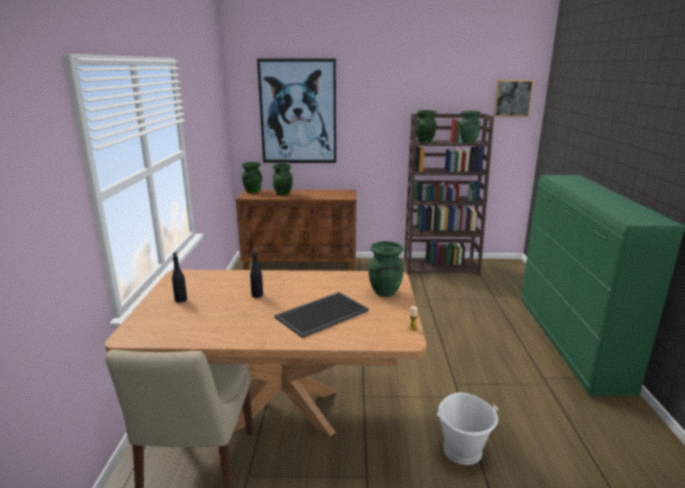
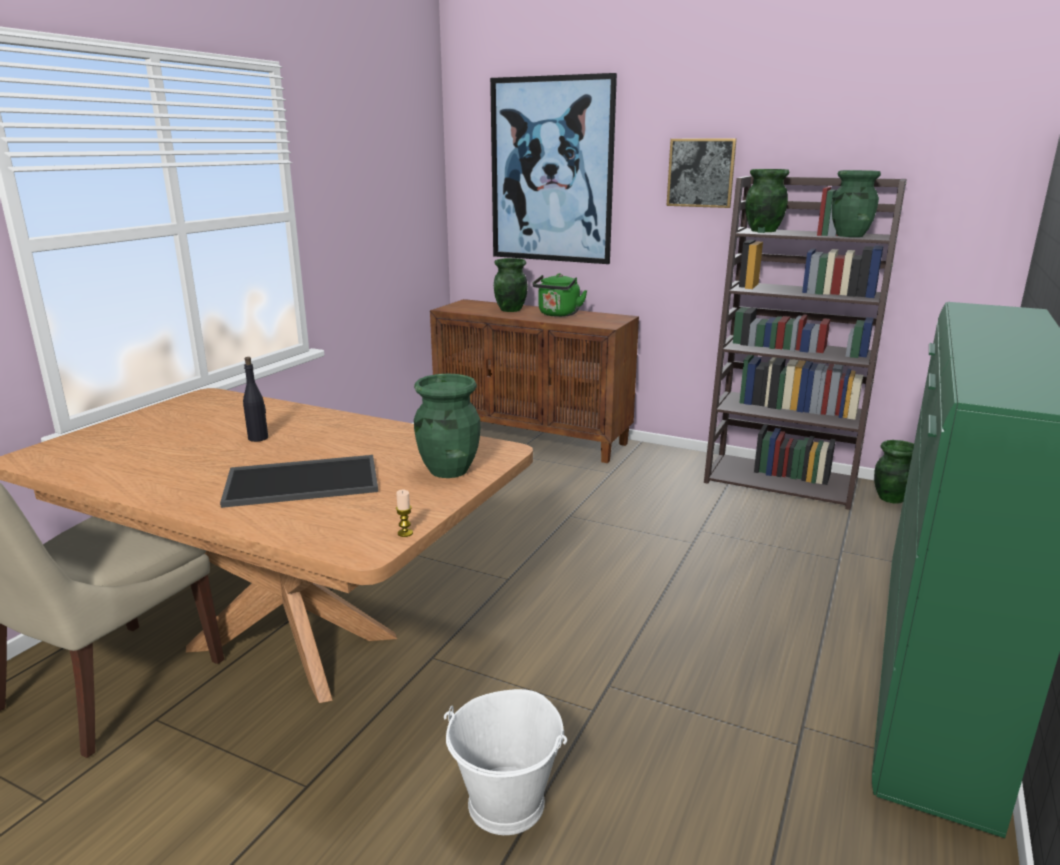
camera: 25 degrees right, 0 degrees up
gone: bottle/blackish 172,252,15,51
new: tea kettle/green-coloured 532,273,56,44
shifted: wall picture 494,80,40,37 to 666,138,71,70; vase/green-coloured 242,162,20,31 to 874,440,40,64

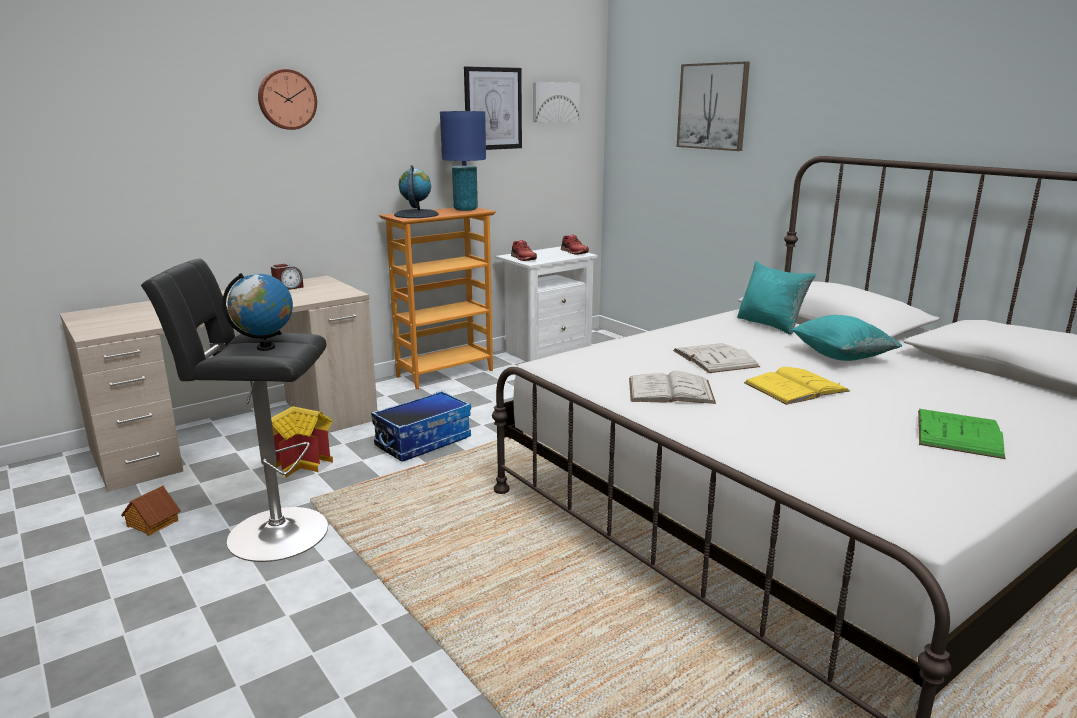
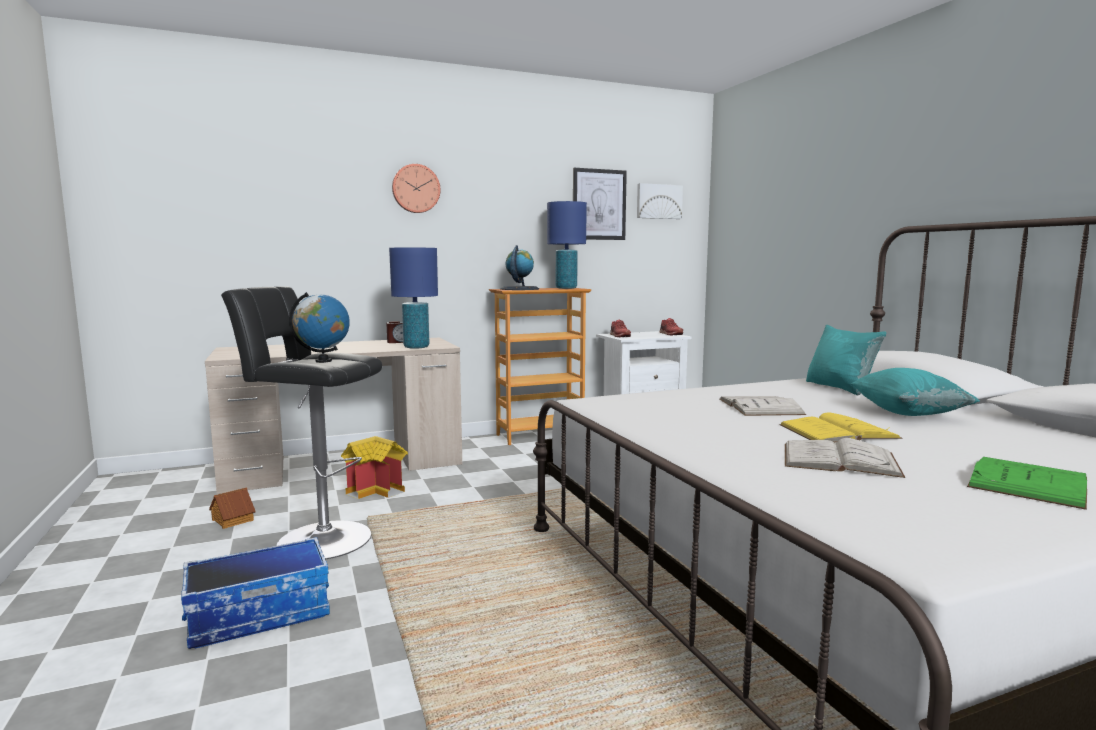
camera: 15 degrees right, 10 degrees down
gone: wall picture 676,61,74,90
new: tabletop lamp/blue 389,247,49,102
shifted: book/white-coloured 629,371,87,33 to 785,438,120,40; storage bin 371,391,100,70 to 181,537,149,112

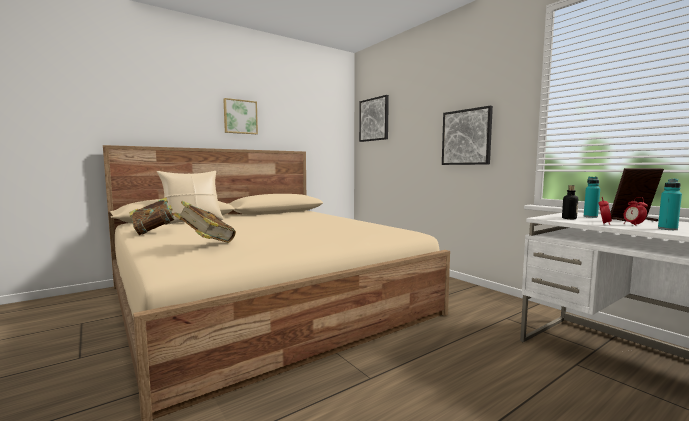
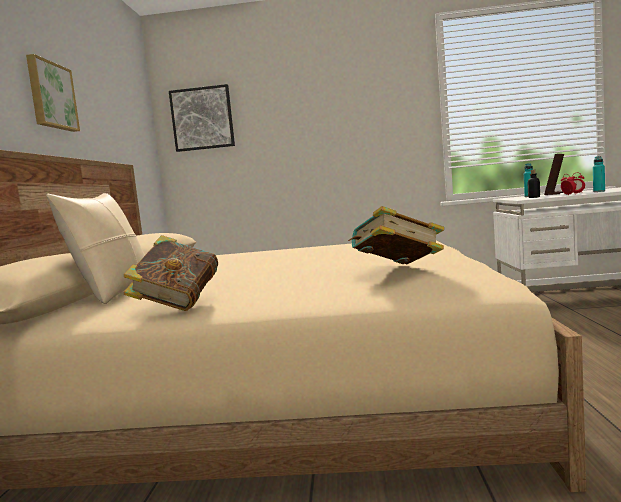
camera: 50 degrees left, 0 degrees up
gone: wall picture 442,106,51,59

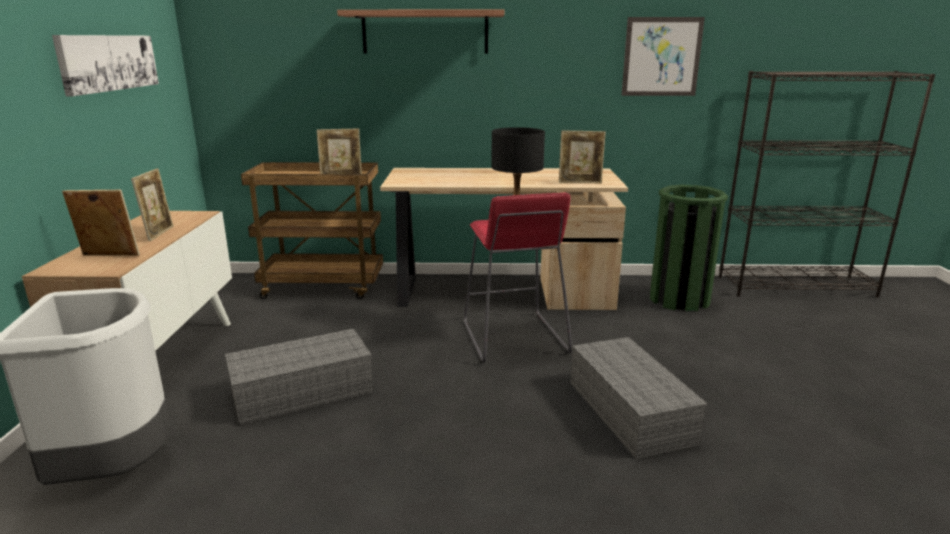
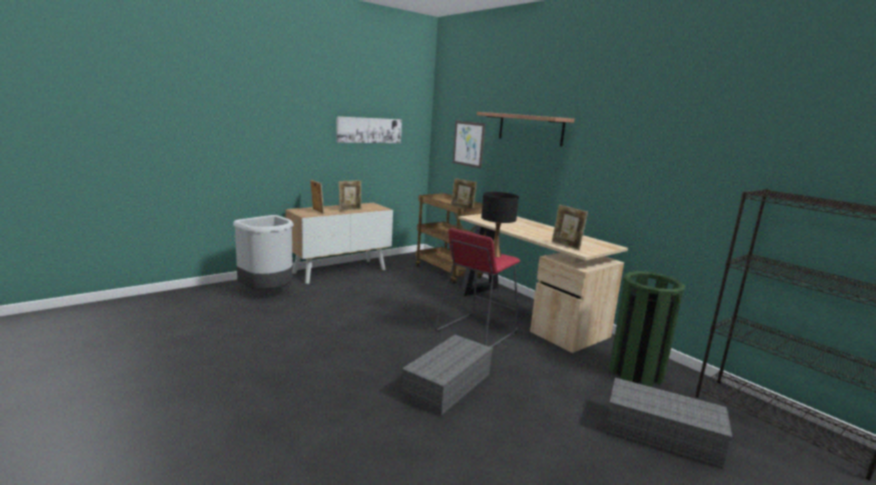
camera: 50 degrees right, 5 degrees down
shifted: wall picture 621,17,84,79 to 453,121,33,48; storage bin/grey 225,328,148,97 to 605,377,127,92

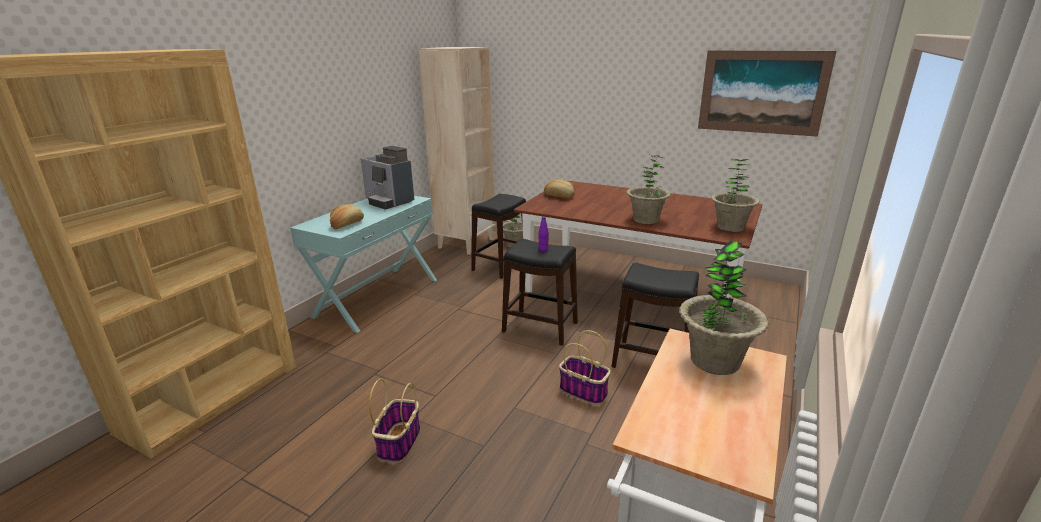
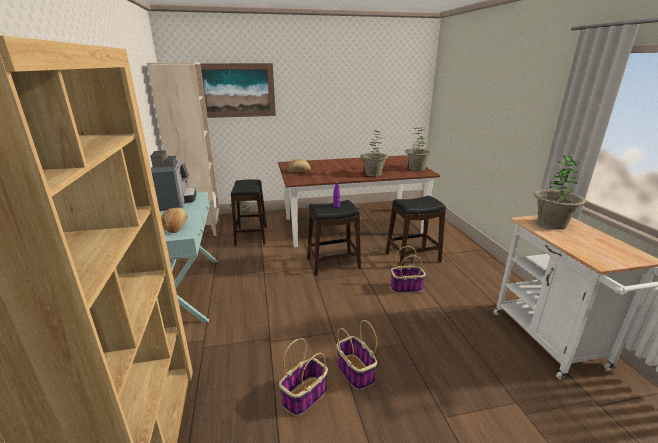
camera: 40 degrees left, 0 degrees up
new: basket 279,338,49,78
shifted: wall picture 698,50,138,87 to 200,63,76,55
rotated: coffee brewer 361,146,53,64 = 150,151,47,60 105 degrees counterclockwise

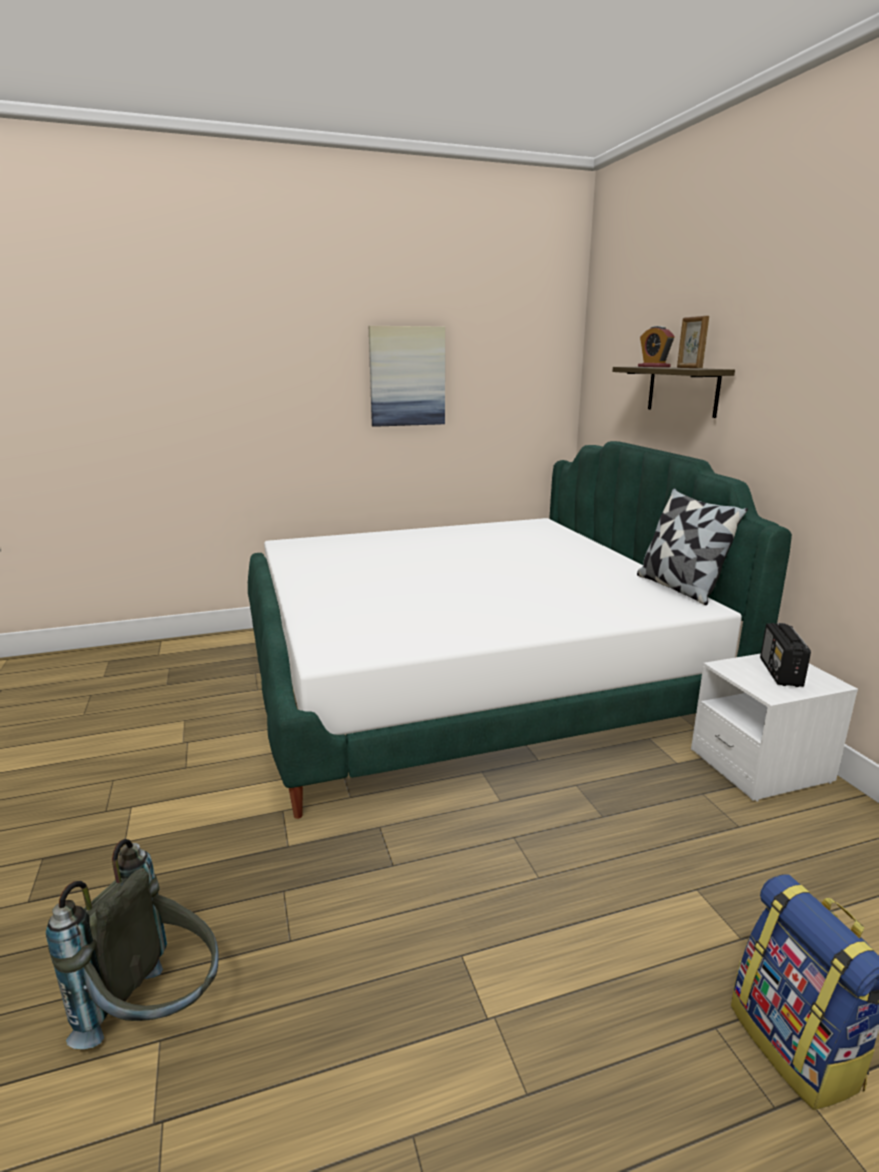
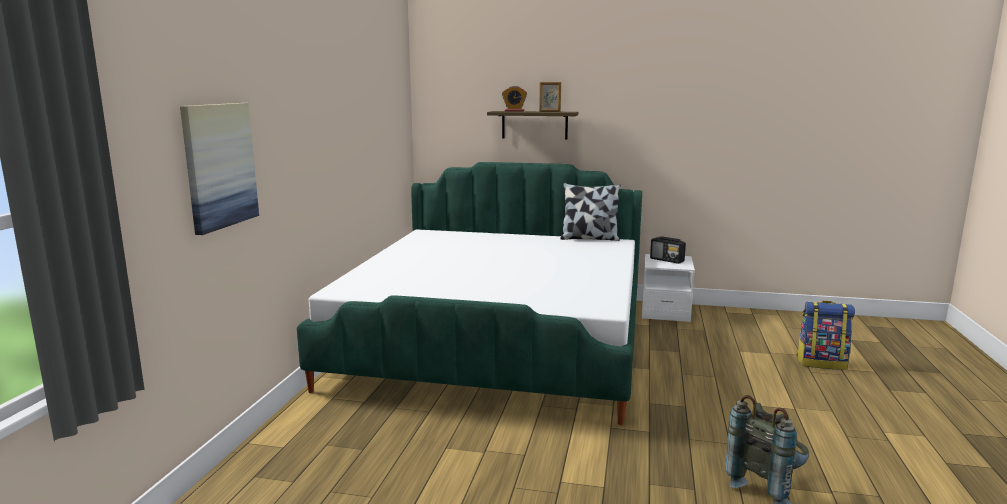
camera: 60 degrees left, 5 degrees down
shifted: wall picture 369,326,76,101 to 180,103,79,132

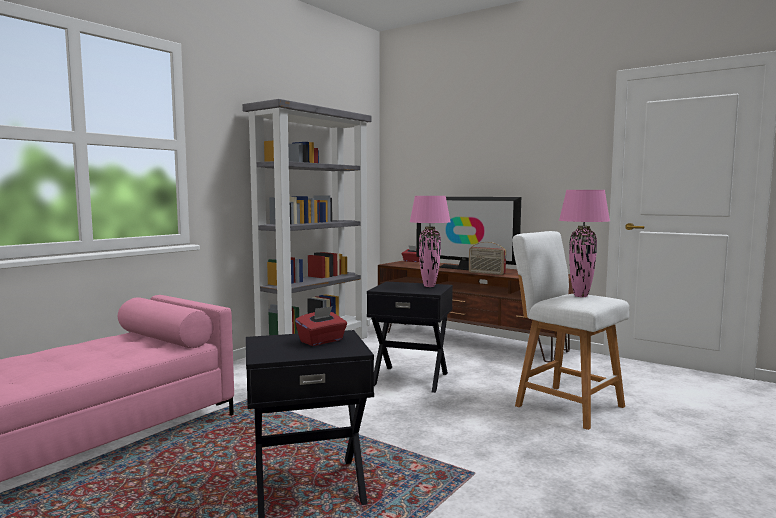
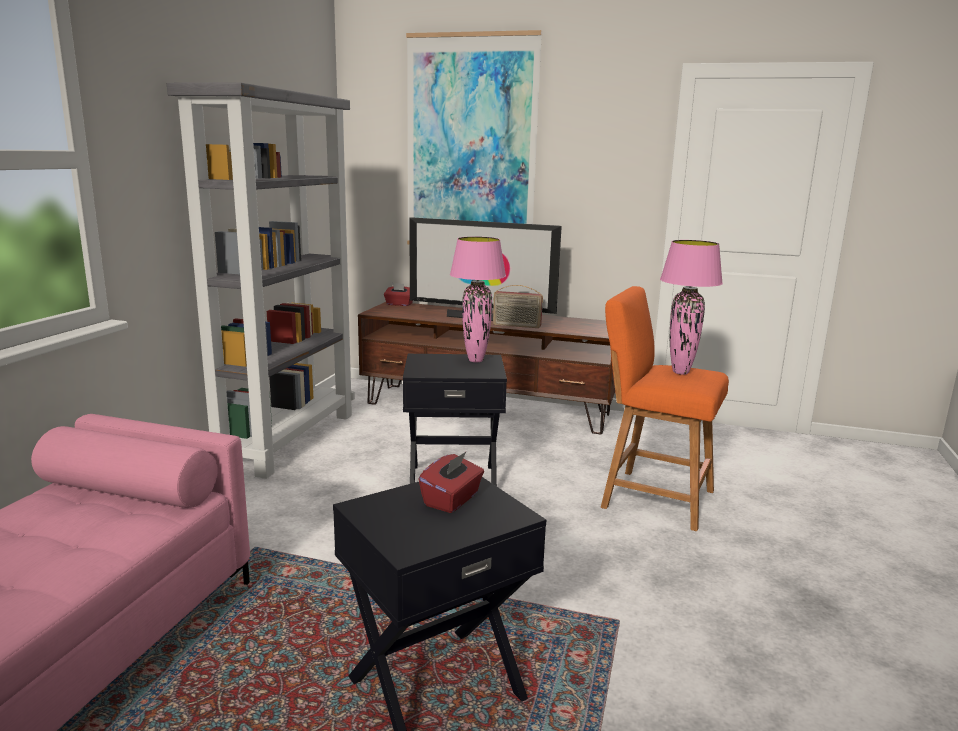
camera: 20 degrees left, 10 degrees up
new: wall picture 406,30,136,214
repainted: stool/white-coloured 513,231,116,199 to stool/orange-coloured 601,286,128,245

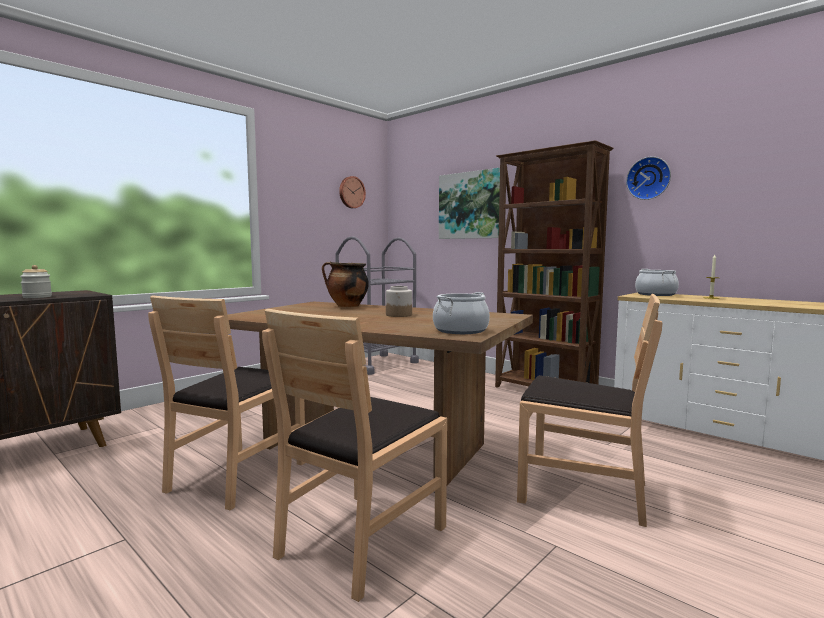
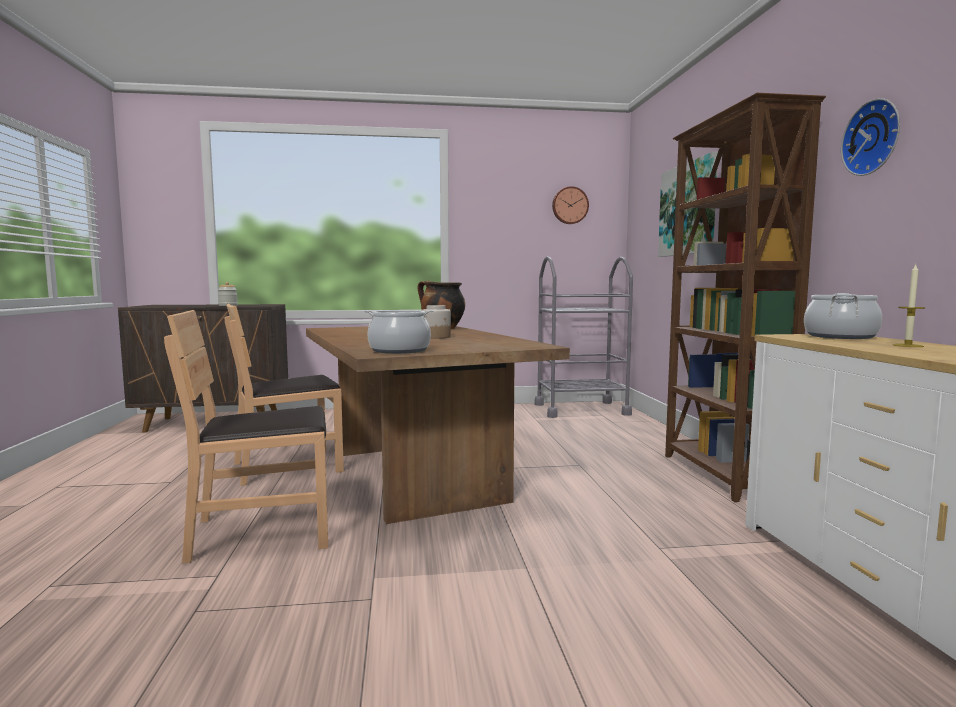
camera: 40 degrees right, 0 degrees up
gone: upright chair/brown-coloured 517,294,145,233

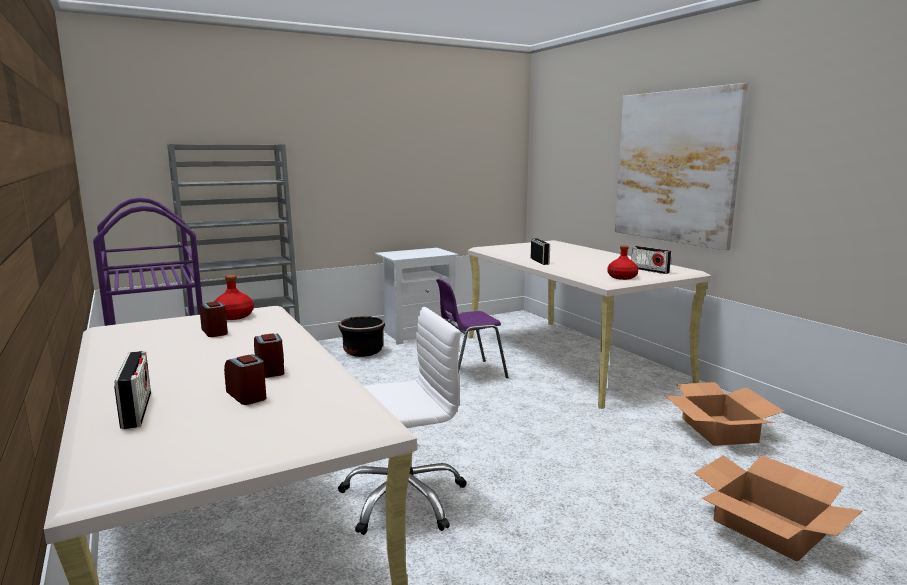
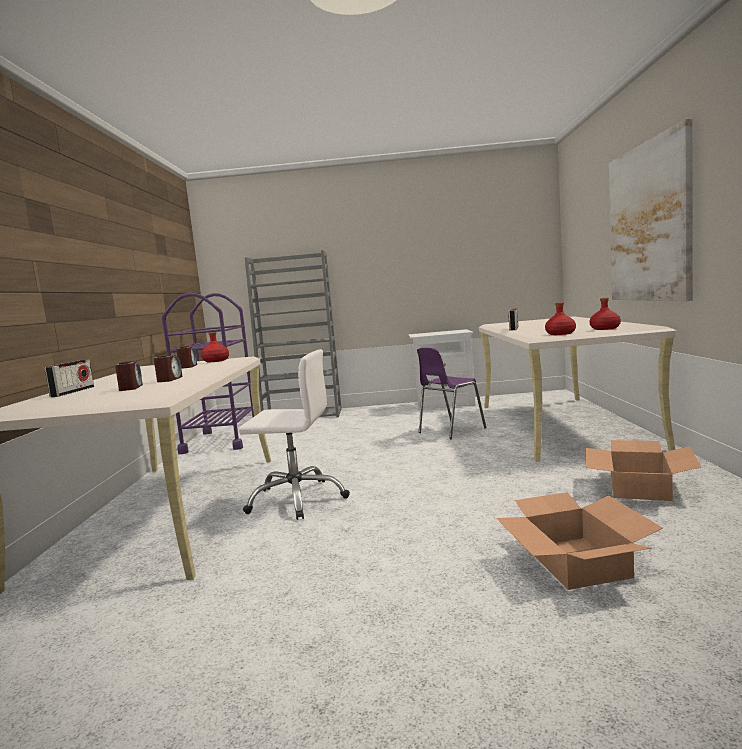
camera: 30 degrees right, 5 degrees down
gone: planter/blackish 338,316,47,41
swapped: radio receiver 631,246,40,28 to bottle/red-coloured 589,298,32,32
rotated: upright chair/purple-coloured 436,279,72,99 = 417,348,69,91 45 degrees counterclockwise

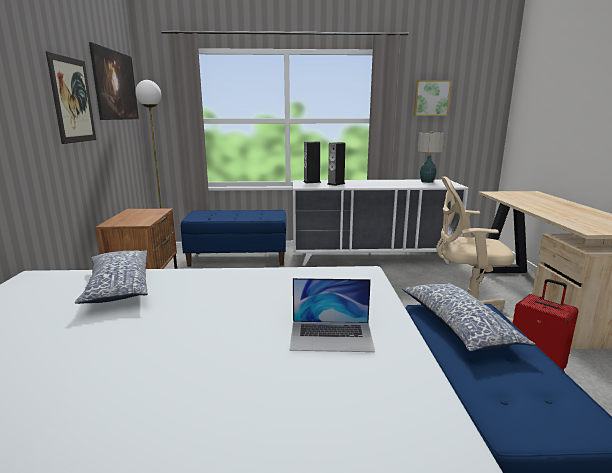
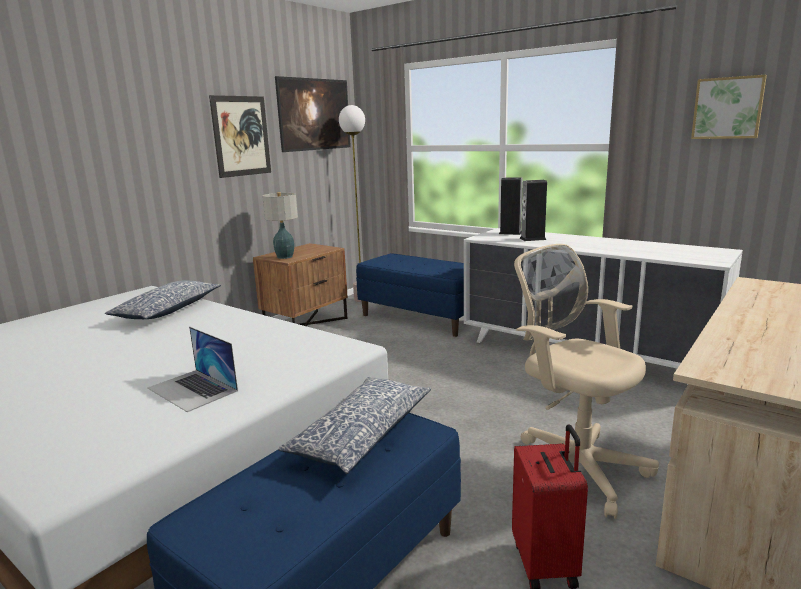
camera: 40 degrees right, 0 degrees up
shifted: tabletop lamp 417,131,28,52 to 262,192,36,67

